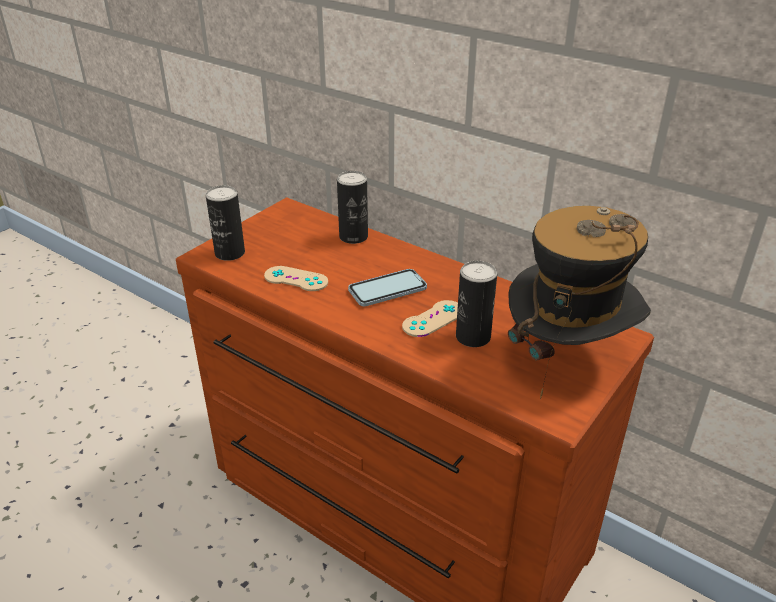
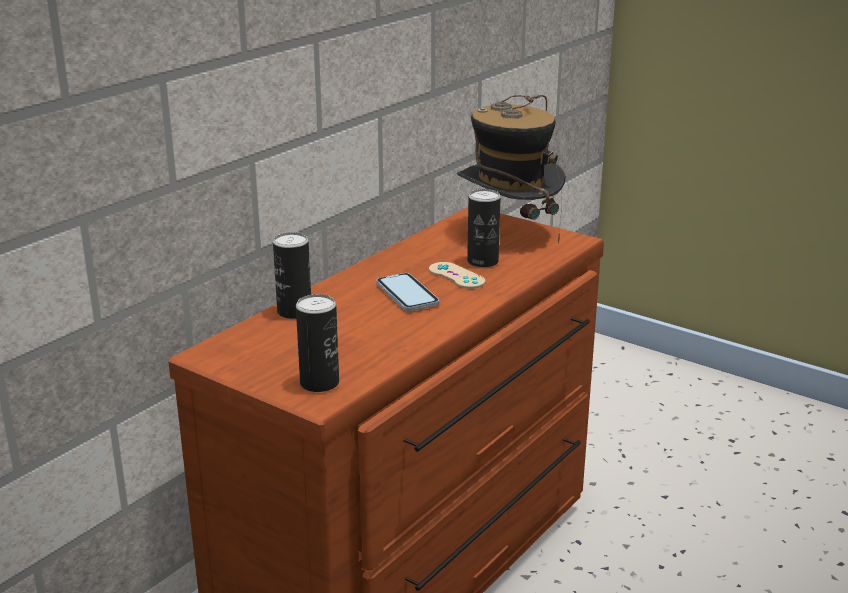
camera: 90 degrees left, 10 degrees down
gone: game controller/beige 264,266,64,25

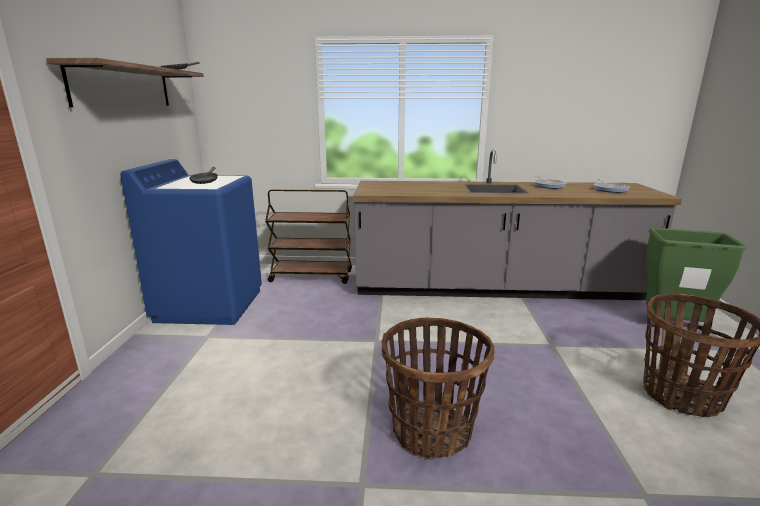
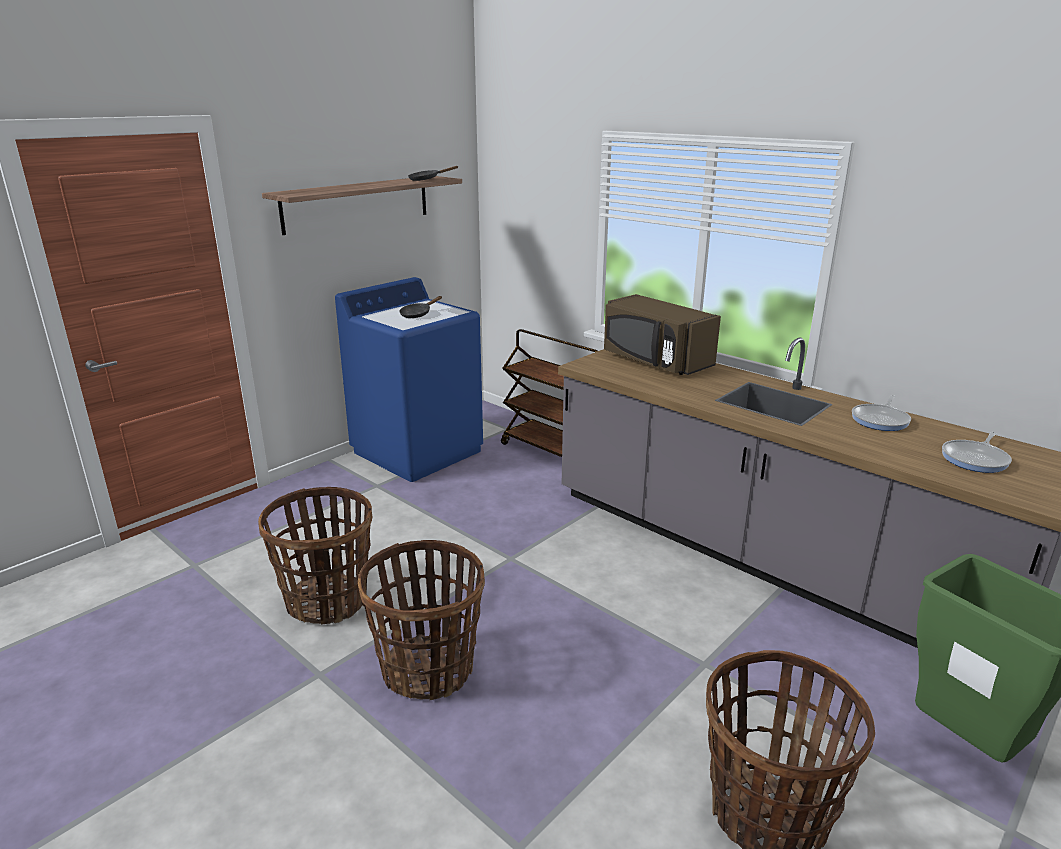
camera: 40 degrees right, 5 degrees up
new: kitchen microwave/brown-coloured 604,294,117,81; basket 258,487,114,138

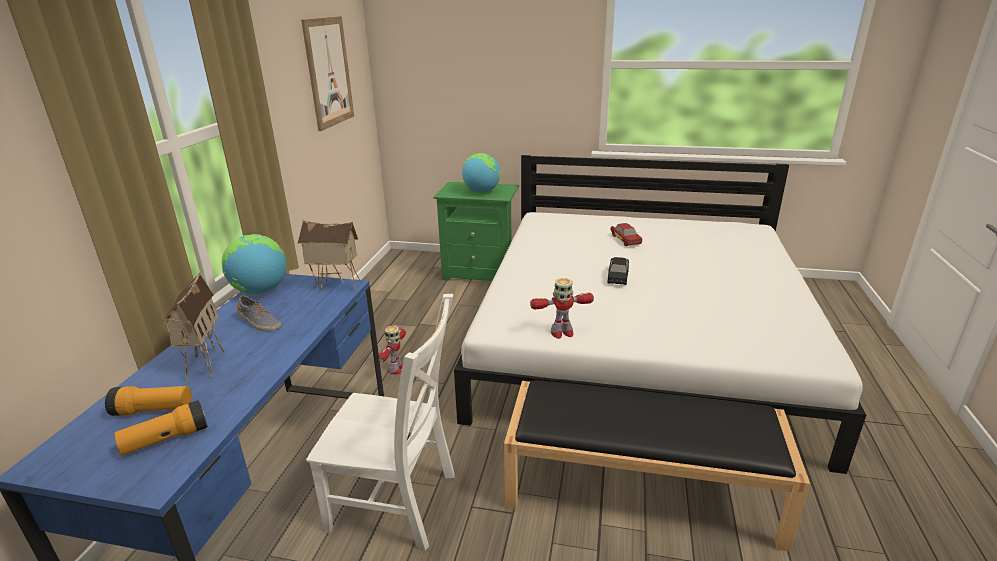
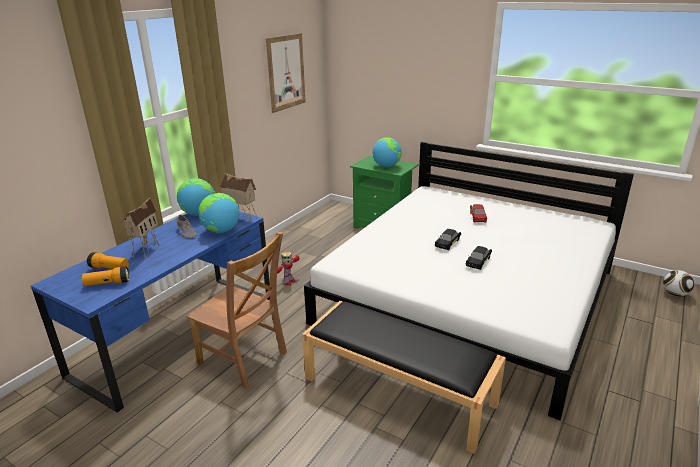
camera: 20 degrees right, 0 degrees up
gone: model robot 530,278,64,61
new: globe 198,193,42,40; model car/blackish 466,246,26,24; football ball 663,270,31,27
repainted: upright chair/white-coloured 306,294,149,257 to upright chair/brown-coloured 187,232,100,157

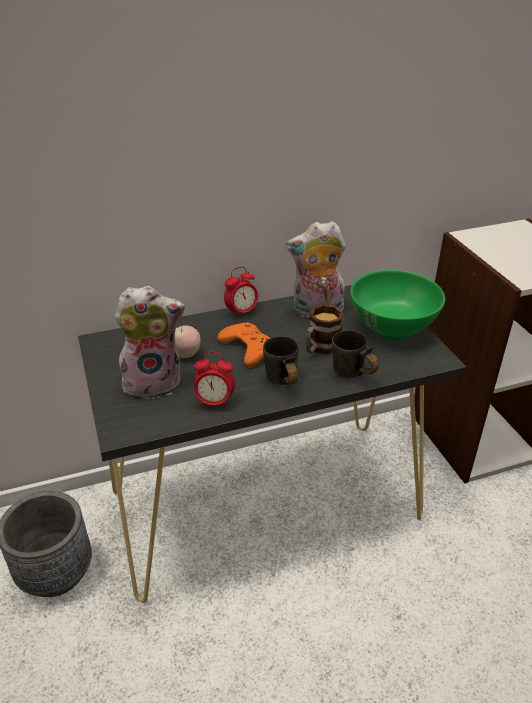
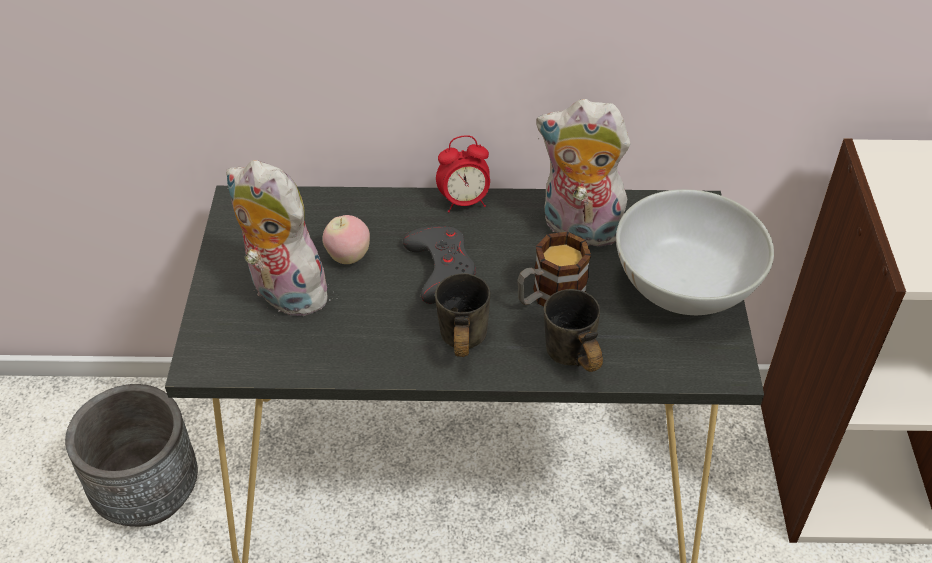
camera: 20 degrees right, 10 degrees up
gone: table clock 194,352,41,57
repainted: deep dish/green-coloured 350,270,95,69 to deep dish/white-coloured 616,189,158,126; game controller/orange-coloured 217,322,53,45 to game controller/grey 403,226,73,78
rotated: cuddly toy 115,286,70,113 = 226,160,104,156 150 degrees counterclockwise

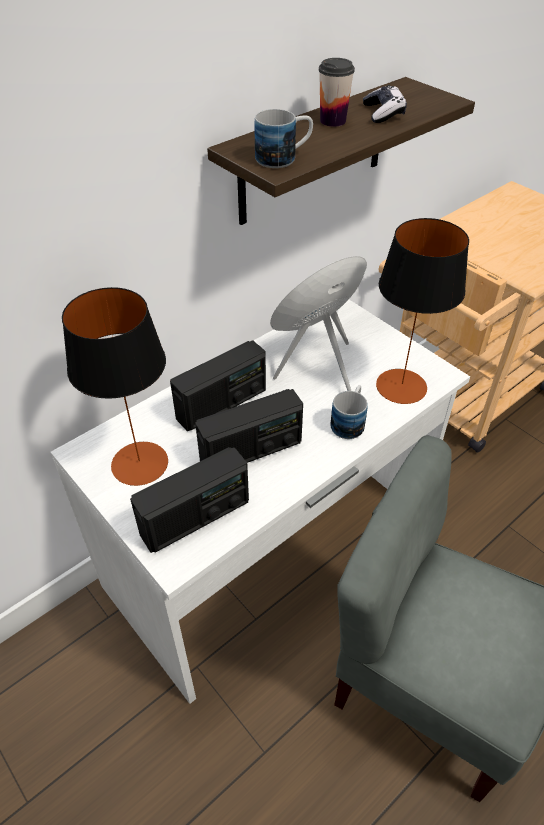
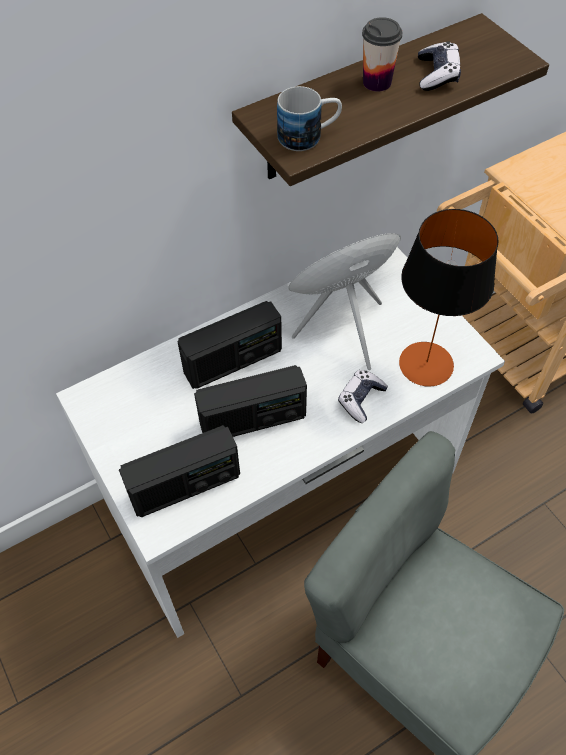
camera: 10 degrees right, 10 degrees up
gone: tabletop lamp 62,287,106,199
swapped: tea mug 330,385,38,54 to game controller 338,370,50,53

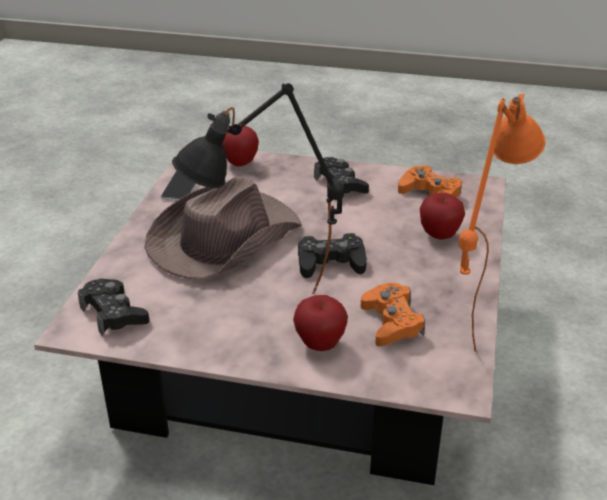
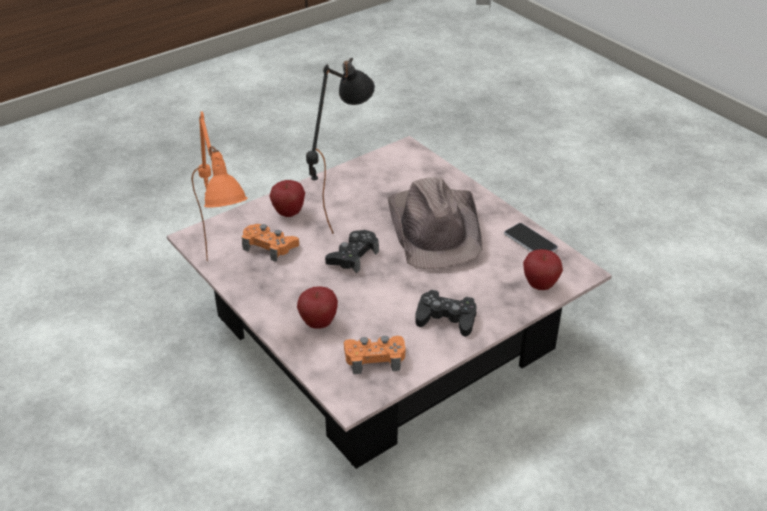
camera: 130 degrees right, 5 degrees up
gone: game controller/blackish 78,278,71,58

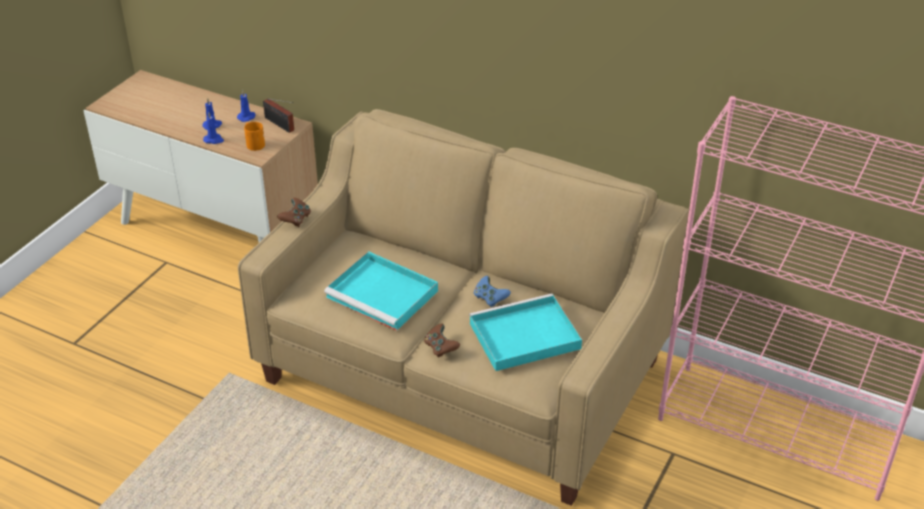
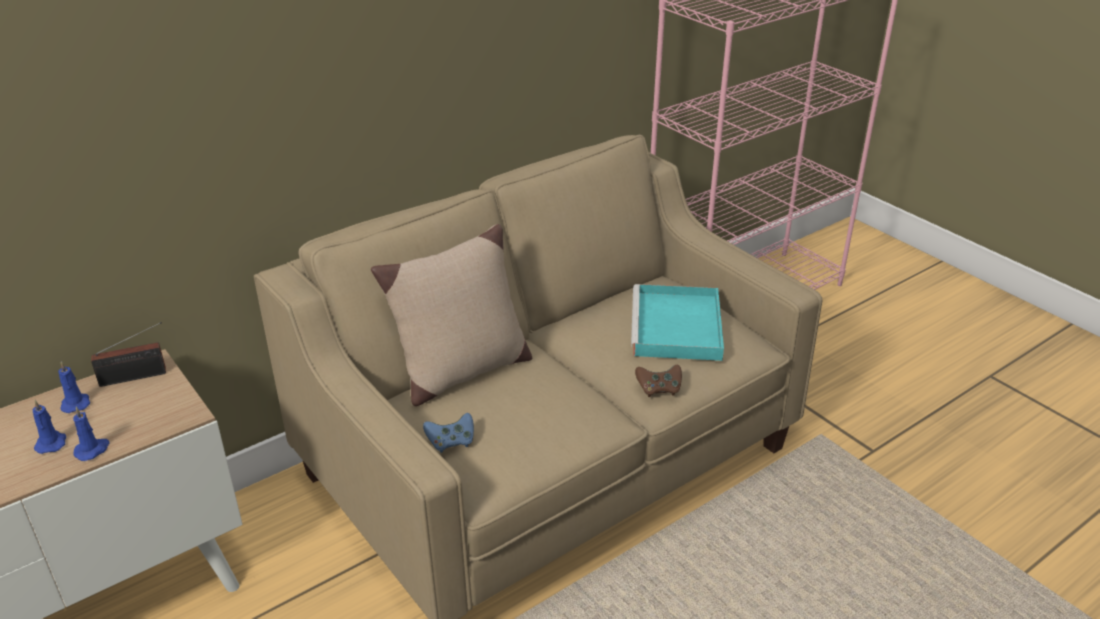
camera: 65 degrees left, 5 degrees down
gone: tea mug/orange-coloured 244,122,21,29; game controller/brown-coloured 277,198,34,29; carrying tray/turquoise 324,251,114,80
new: cushion/beige 371,224,161,182
shifted: game controller/blue 474,276,37,32 to 423,413,51,40

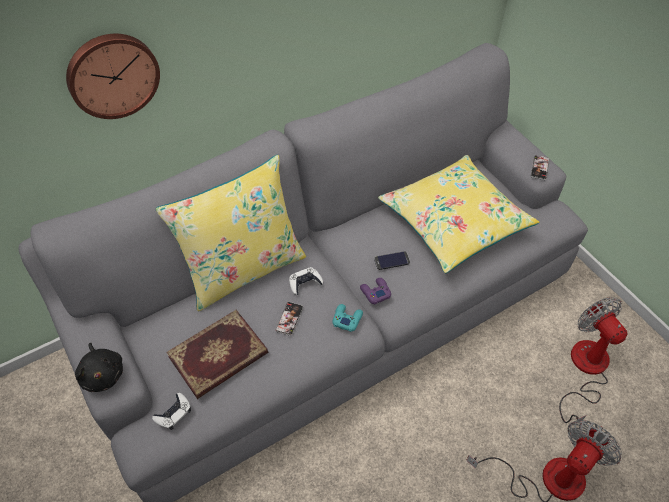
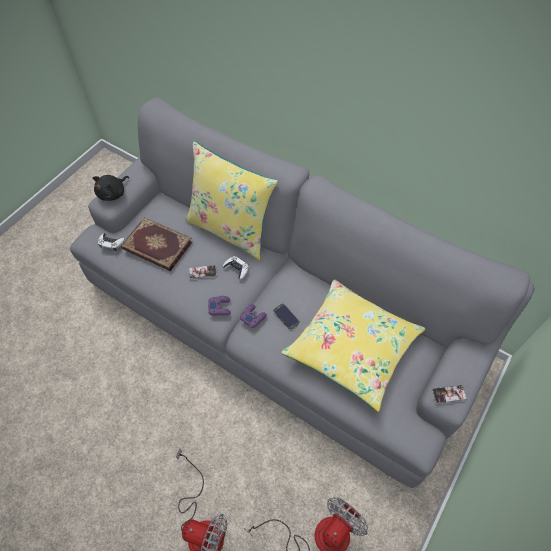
camera: 65 degrees right, 5 degrees up
gone: hanging clock 66,34,94,85
repainted: game controller/turquoise 332,304,31,28 to game controller/purple-coloured 208,296,23,19

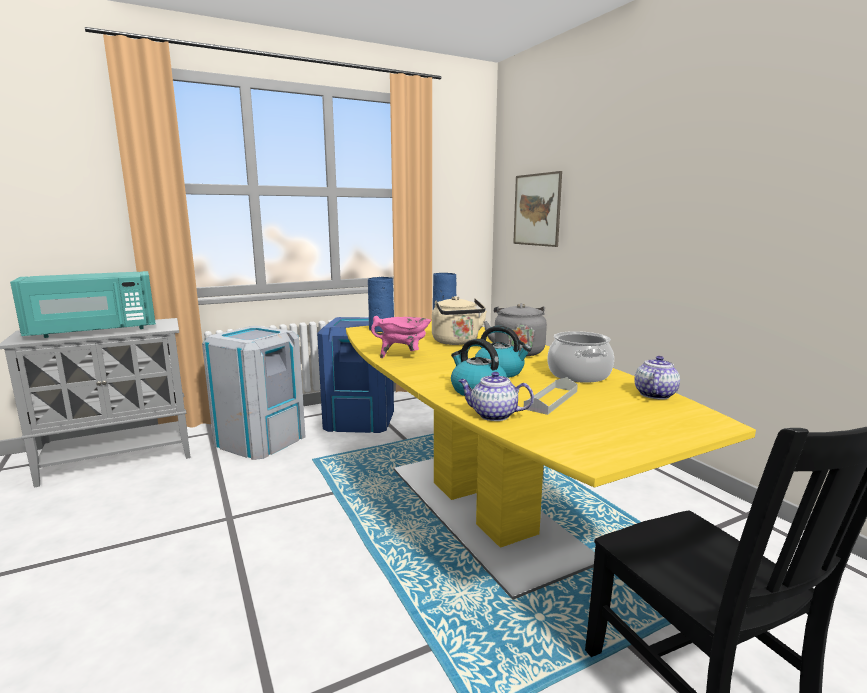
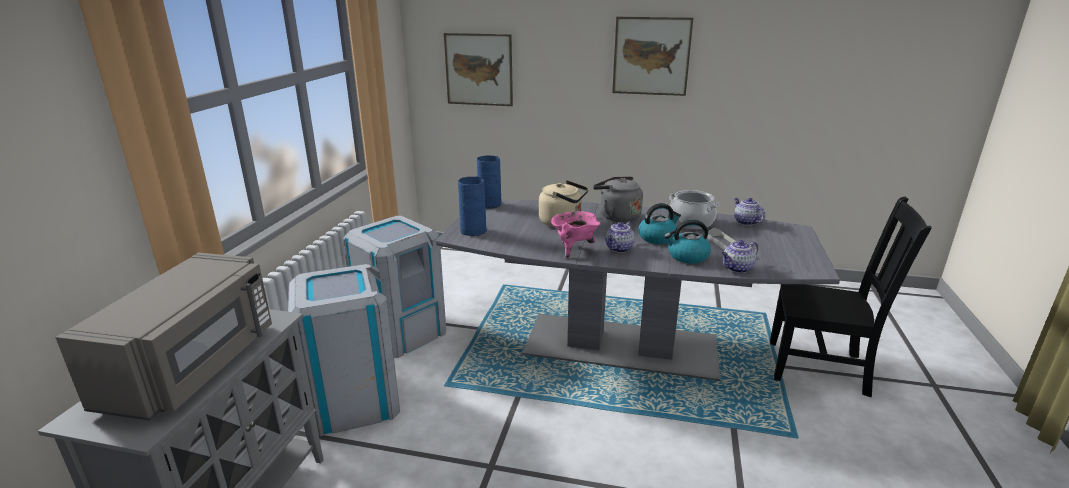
camera: 50 degrees left, 10 degrees up
new: wall picture 612,17,81,79; pot for tea 605,222,30,31
repainted: kitchen microwave/turquoise 10,271,146,67 to kitchen microwave/grey 55,253,217,168; trash can/blue 317,317,77,116 to trash can/grey 343,216,103,142; dining table/yellowish 346,319,410,281 to dining table/grey 436,200,404,181

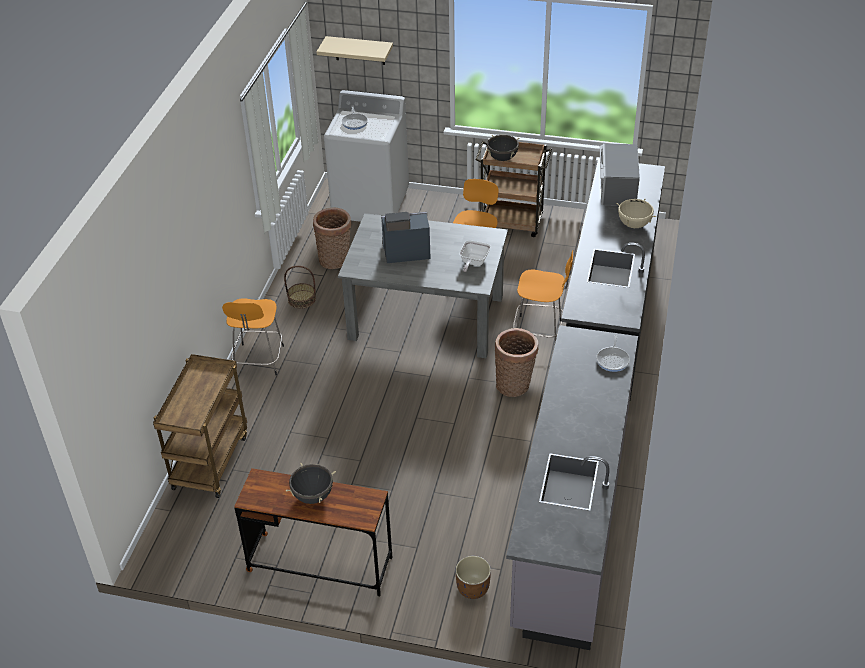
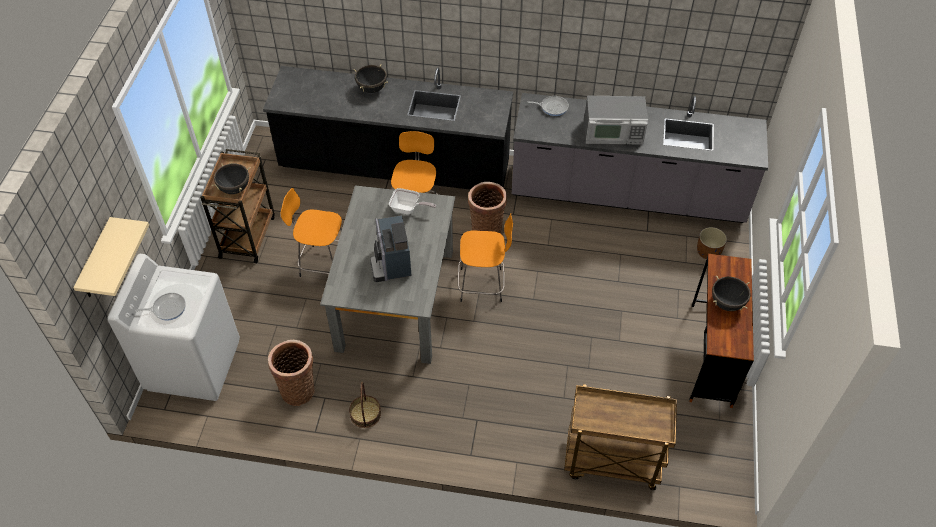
camera: 95 degrees left, 10 degrees up
shifted: kitchen microwave 600,143,40,63 to 584,96,64,49; stool/orange-coloured 222,298,62,77 to 458,213,55,89
repainted: saucepot/beige 616,199,40,29 to saucepot/blackish 354,64,34,29

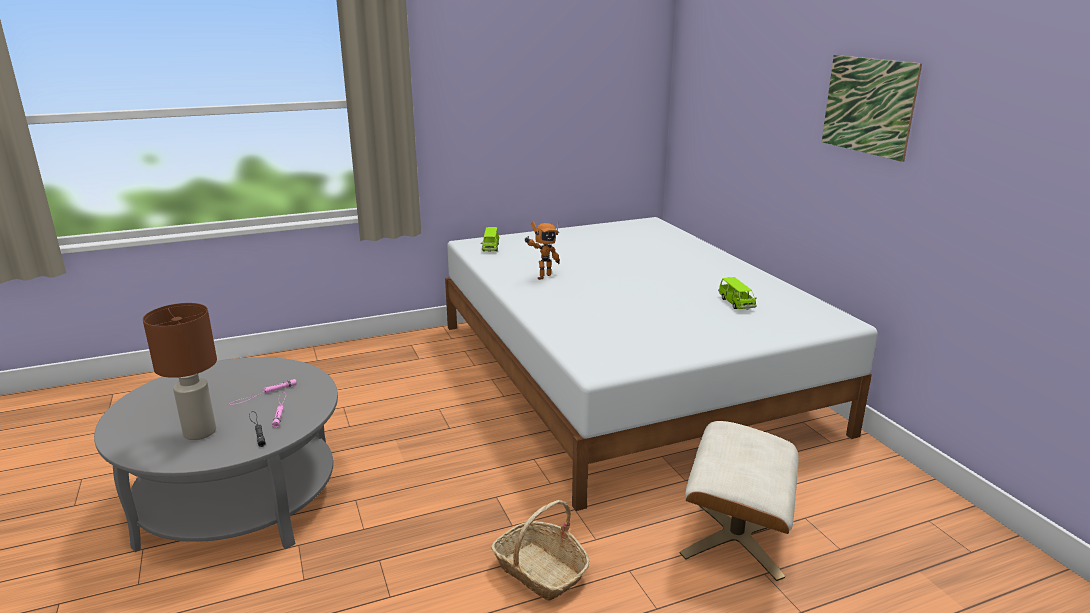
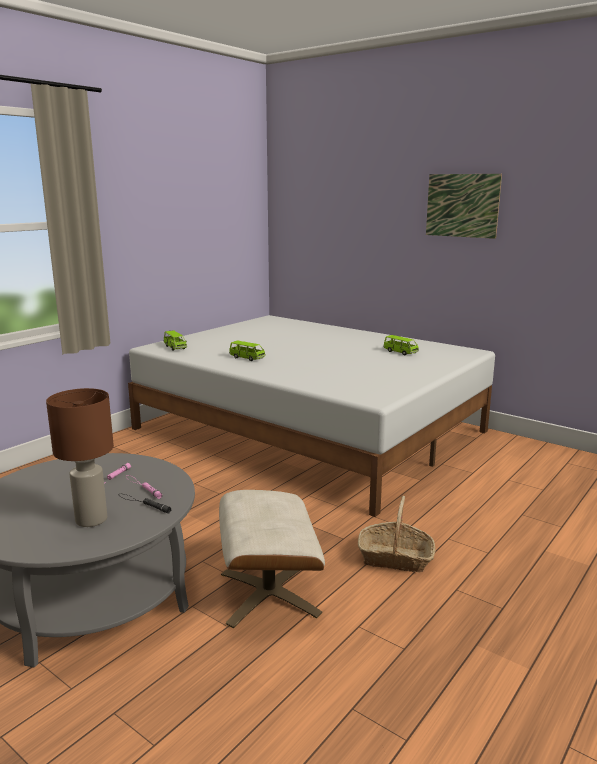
camera: 30 degrees left, 5 degrees down
shifted: pouffe/beige 680,421,119,160 to 219,490,106,138
swapped: model robot 524,221,36,59 to model car/green-coloured 229,341,37,20

